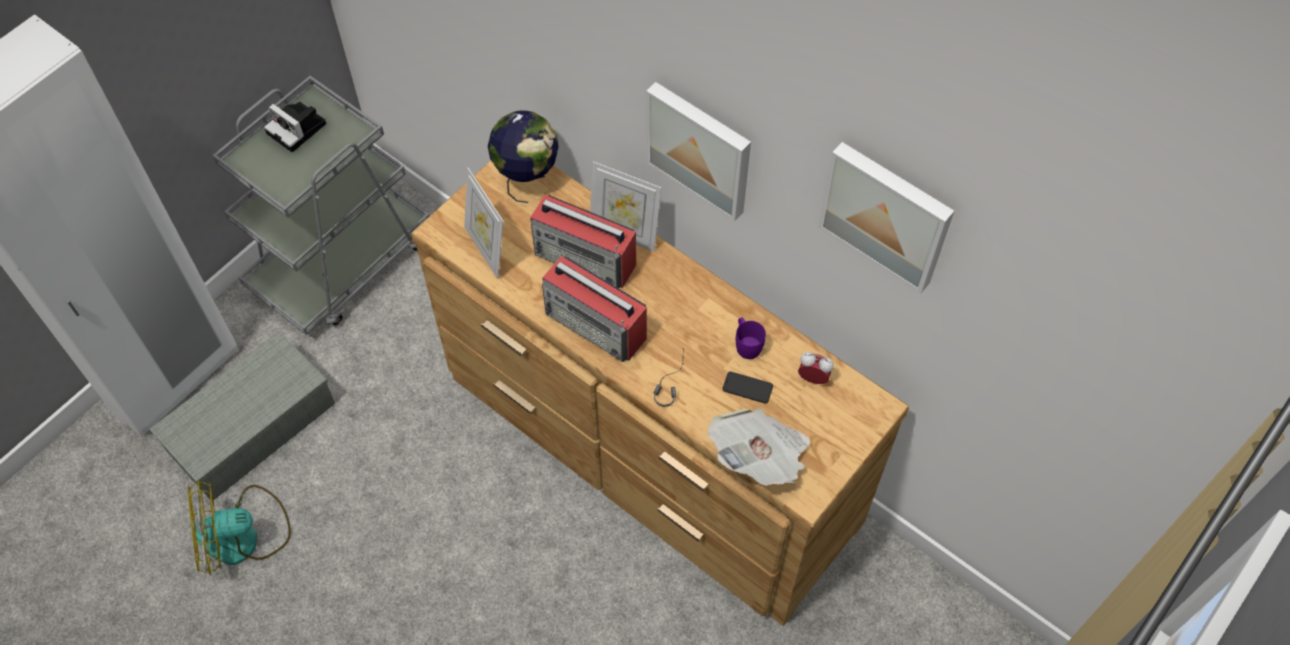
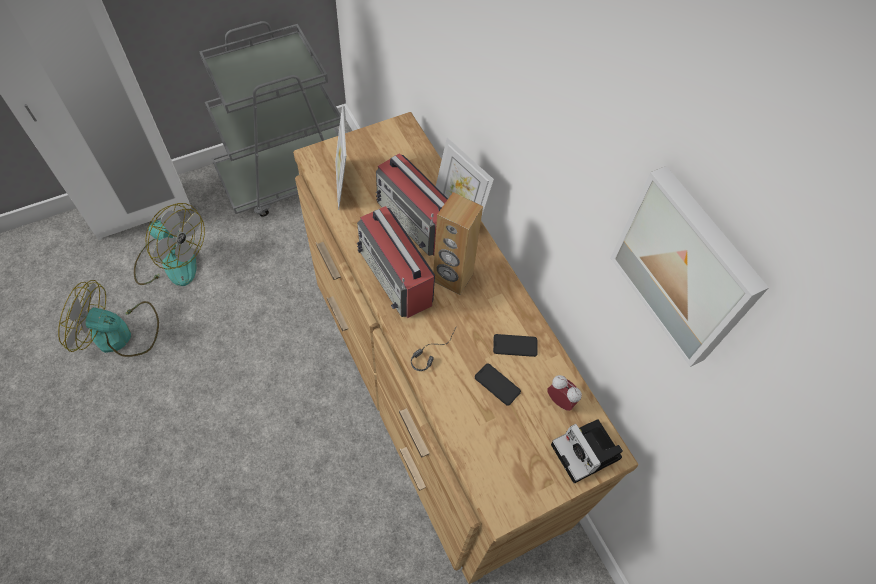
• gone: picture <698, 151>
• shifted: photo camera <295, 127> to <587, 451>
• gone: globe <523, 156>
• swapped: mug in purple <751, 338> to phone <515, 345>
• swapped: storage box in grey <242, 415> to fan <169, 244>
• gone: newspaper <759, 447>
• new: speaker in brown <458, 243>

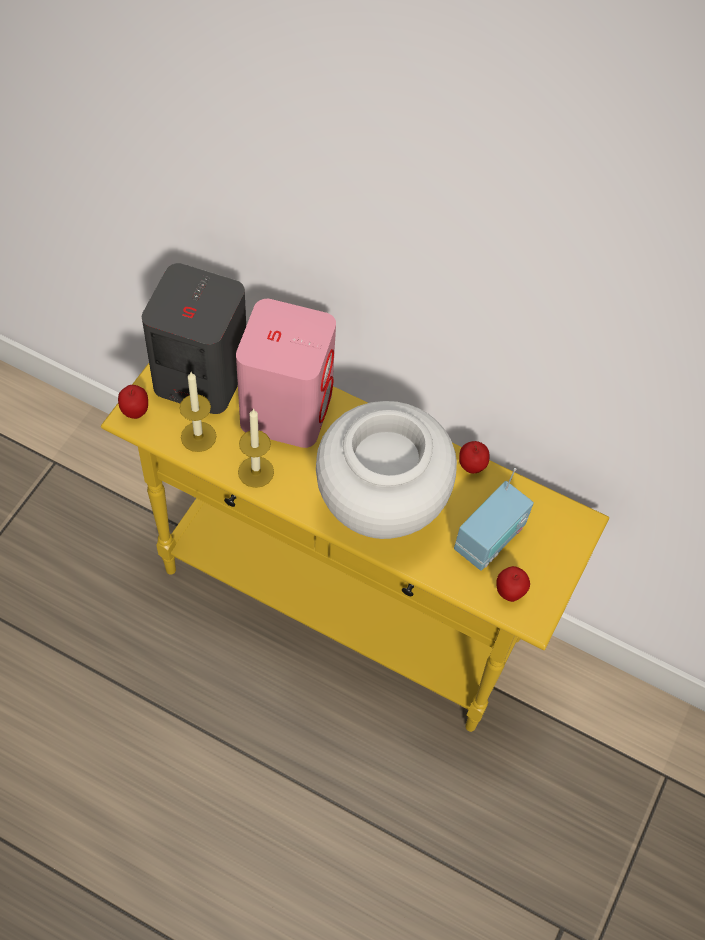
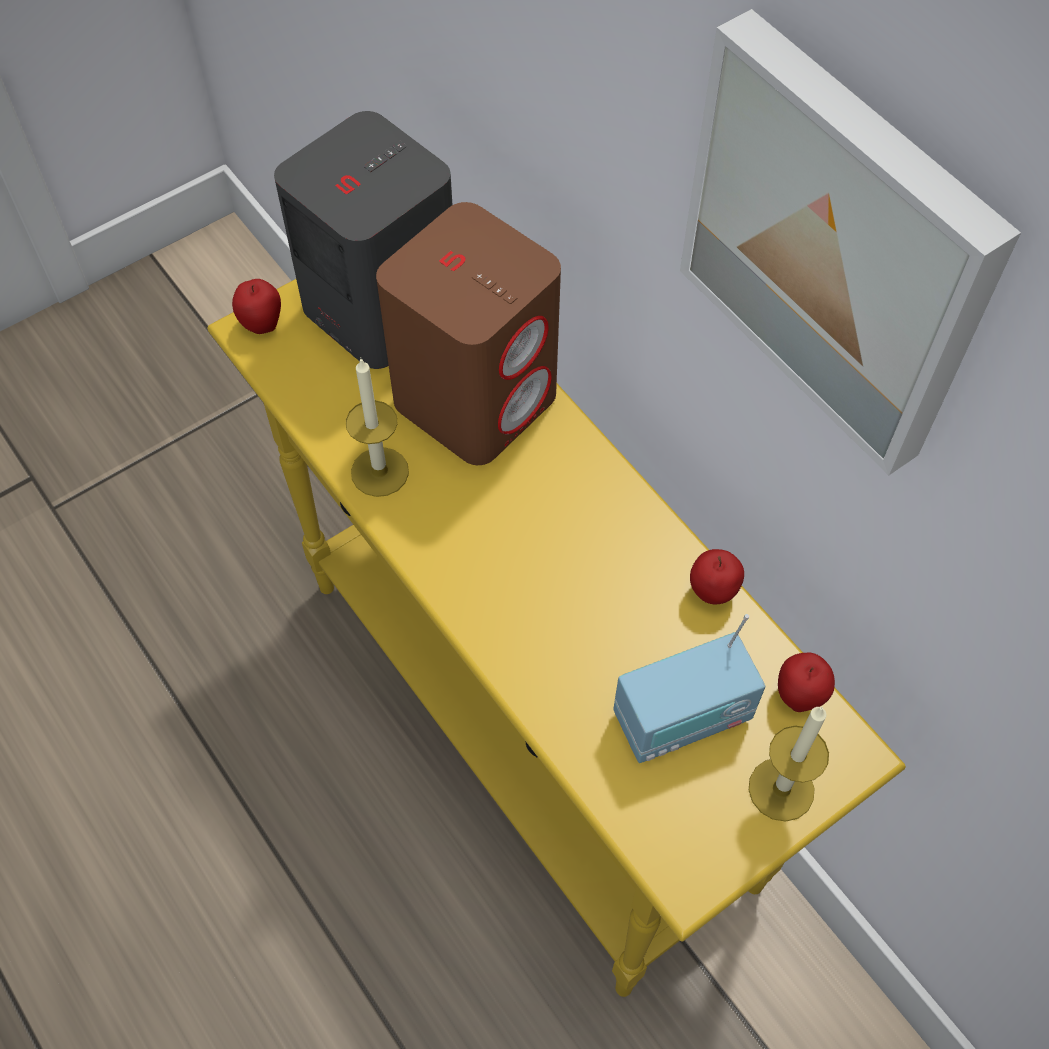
• repainted: speaker in pink <286, 373> to speaker in brown <468, 333>
• shifted: candle <197, 412> to <789, 764>
• gone: vase in white <386, 470>
• shifted: apple <513, 584> to <806, 682>
• new: picture <850, 242>

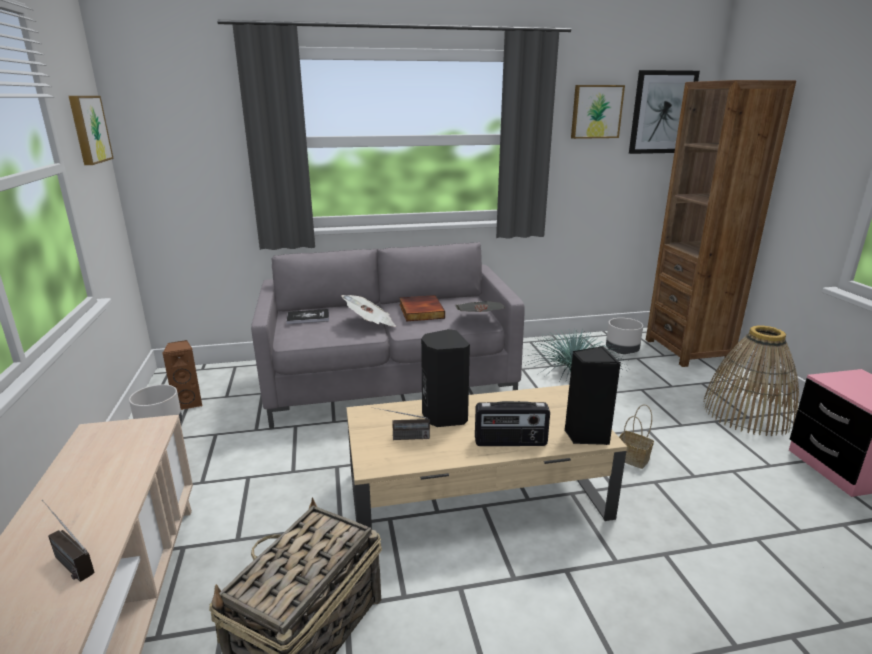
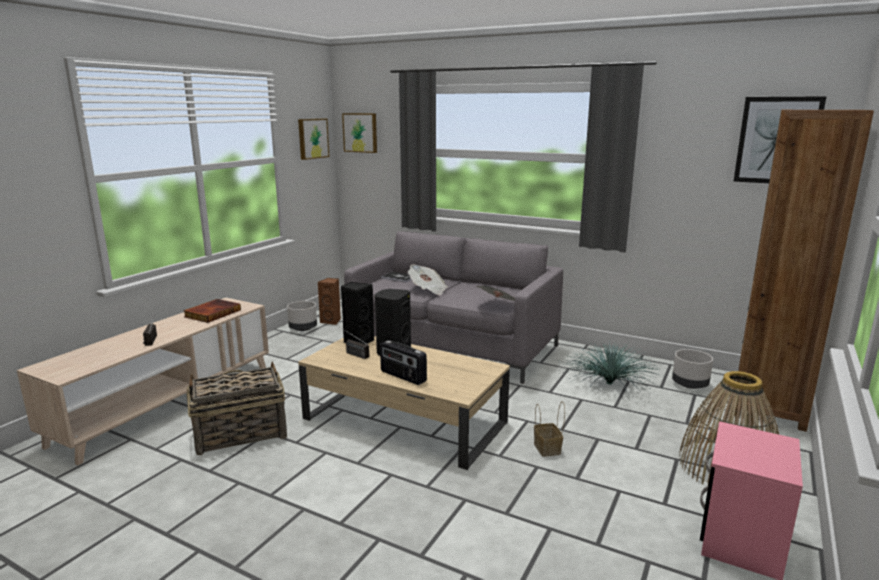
• shifted: picture <598, 112> to <359, 133>
• shifted: book <422, 308> to <212, 311>
• shifted: speaker in black <593, 395> to <357, 313>

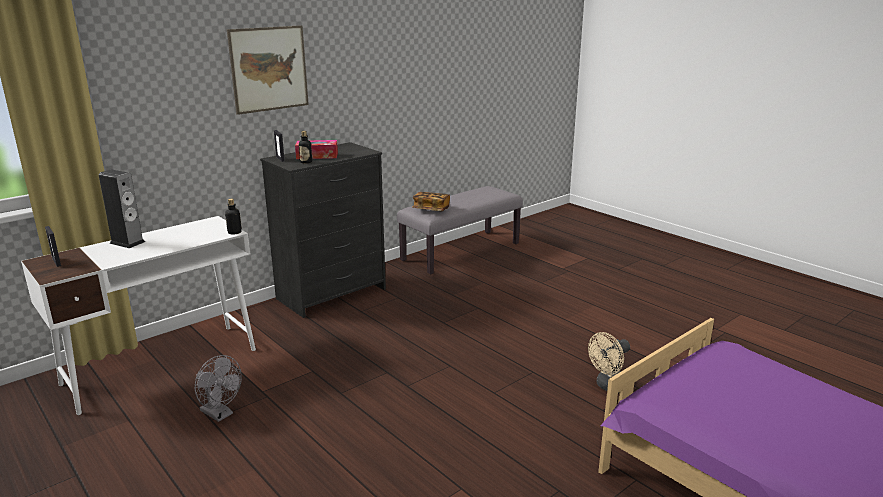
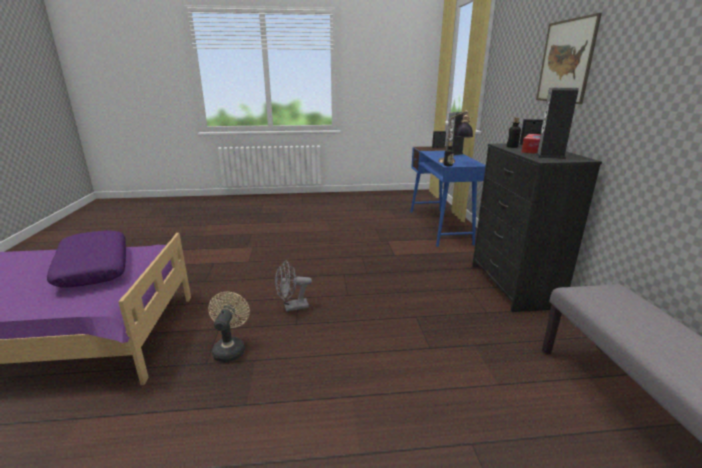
• gone: book <431, 201>
• repainted: desk in white <138, 315> to desk in blue <448, 196>
• shifted: fan in grey <218, 388> to <293, 286>
• new: speaker <557, 123>
• new: table lamp <455, 136>
• new: pillow in purple <86, 259>

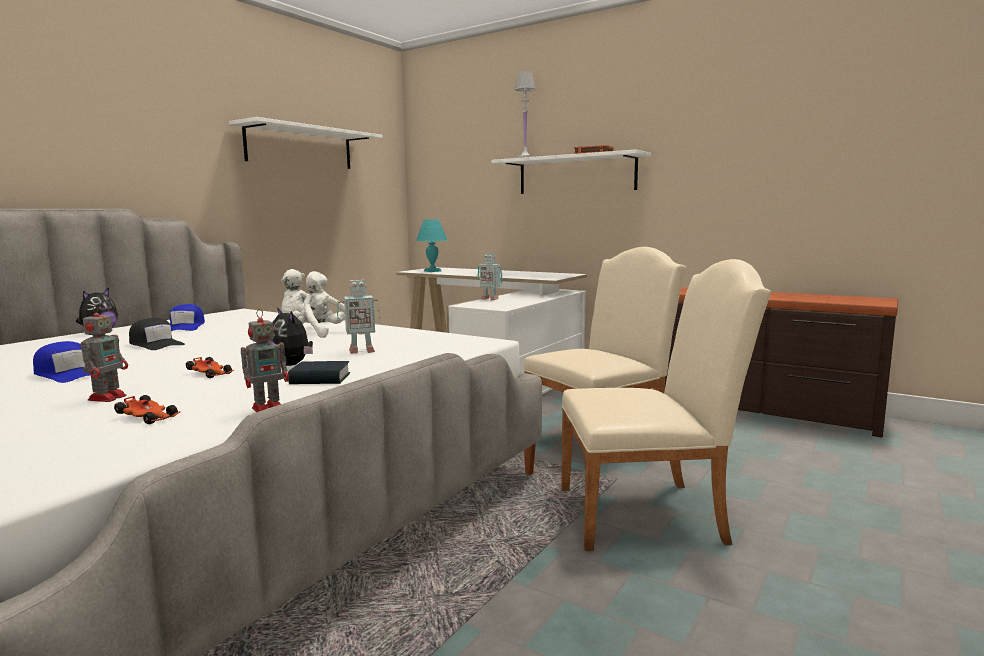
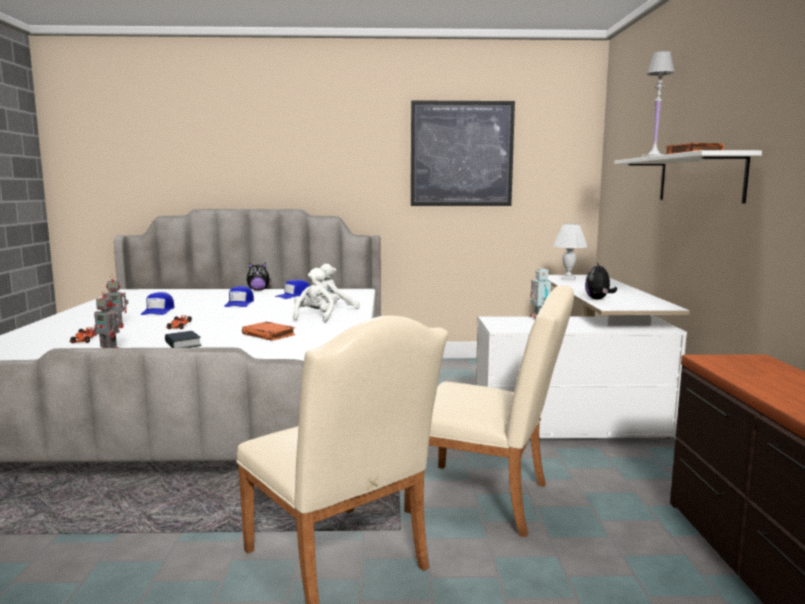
• swapped: shelf in white <306, 143> to picture <463, 153>
• repainted: table lamp in turquoise <431, 245> to table lamp in white <570, 252>
• swapped: toy robot <358, 317> to book in orange <268, 331>
• shifted: plush toy <291, 336> to <601, 280>
• repainted: cap in black <157, 334> to cap in blue <239, 296>

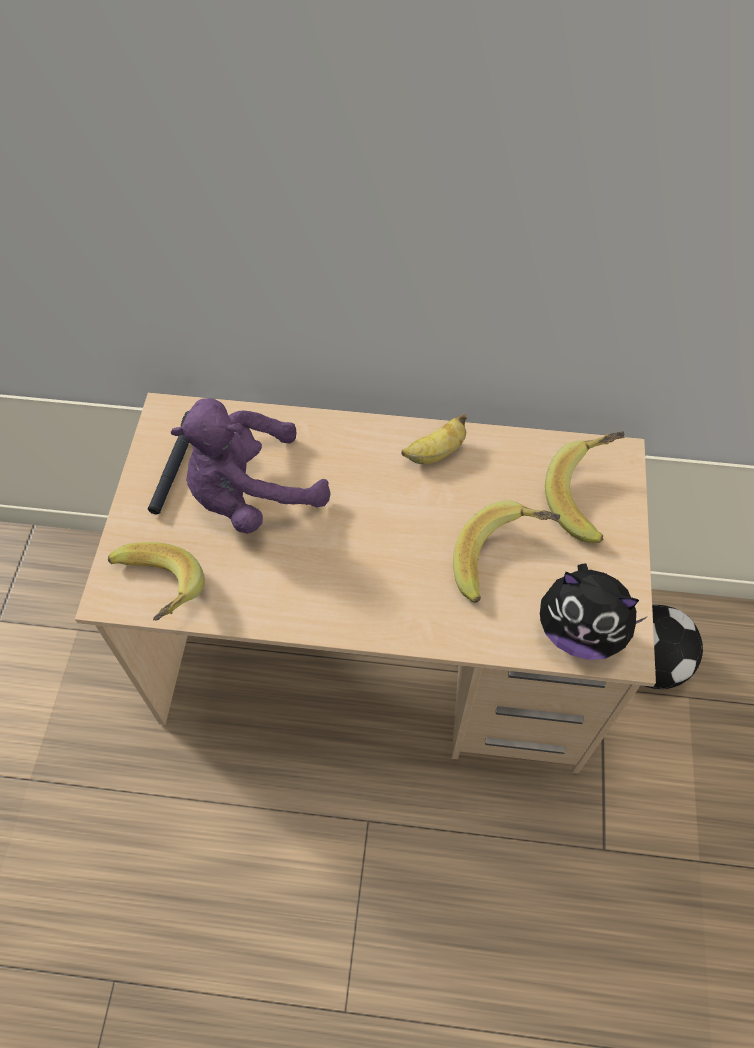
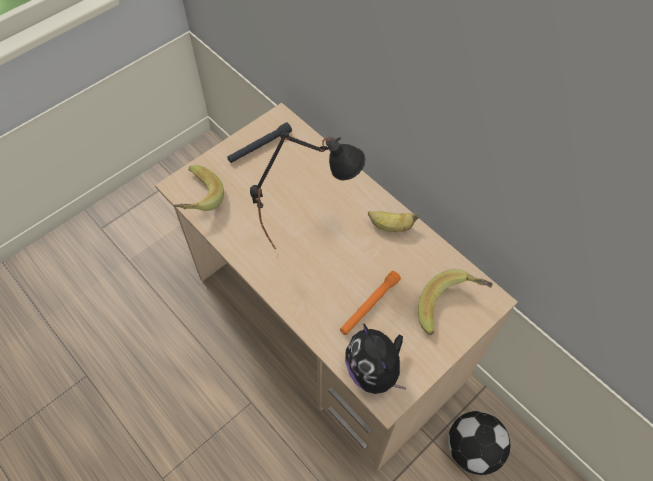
• gone: plush toy in purple <251, 466>
• swapped: banana <506, 551> to flashlight in orange <370, 303>
• new: table lamp in black <308, 190>

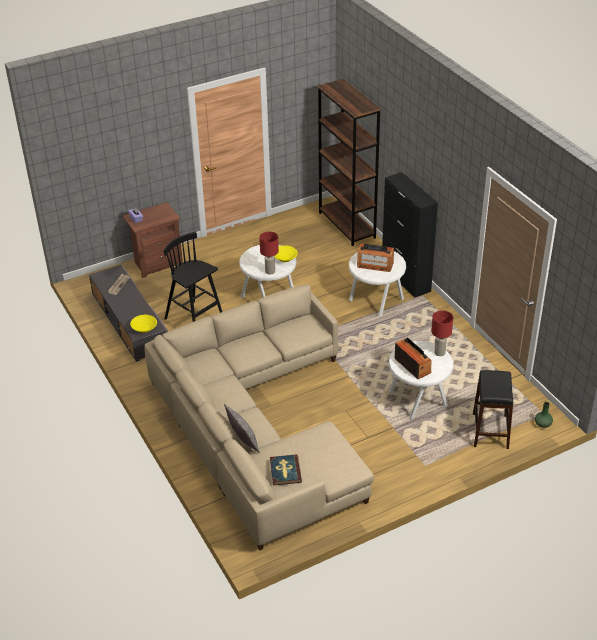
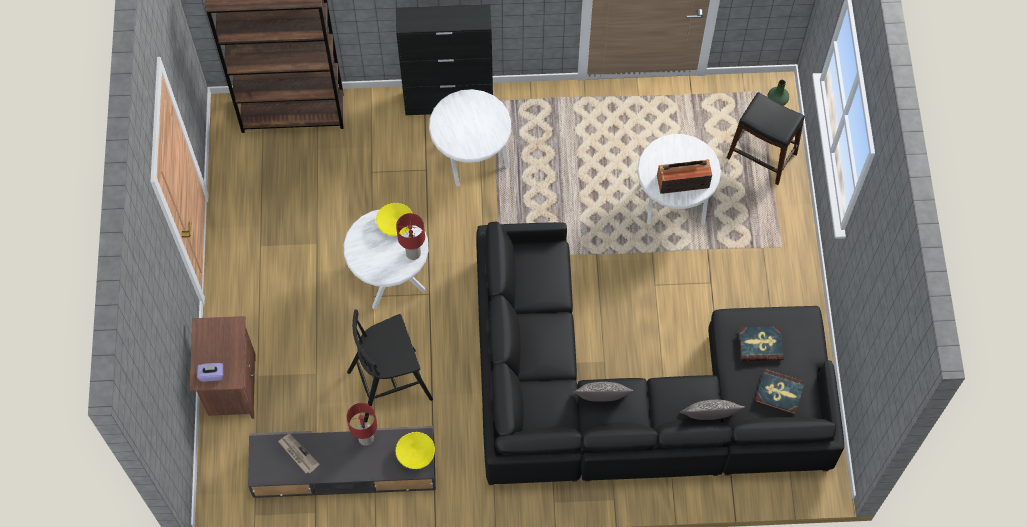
• gone: radio <375, 257>
• repainted: sofa in beige <259, 417> to sofa in black <660, 353>
• shifted: table lamp in red <442, 333> to <361, 424>
• new: book <761, 343>
• new: pillow <603, 392>

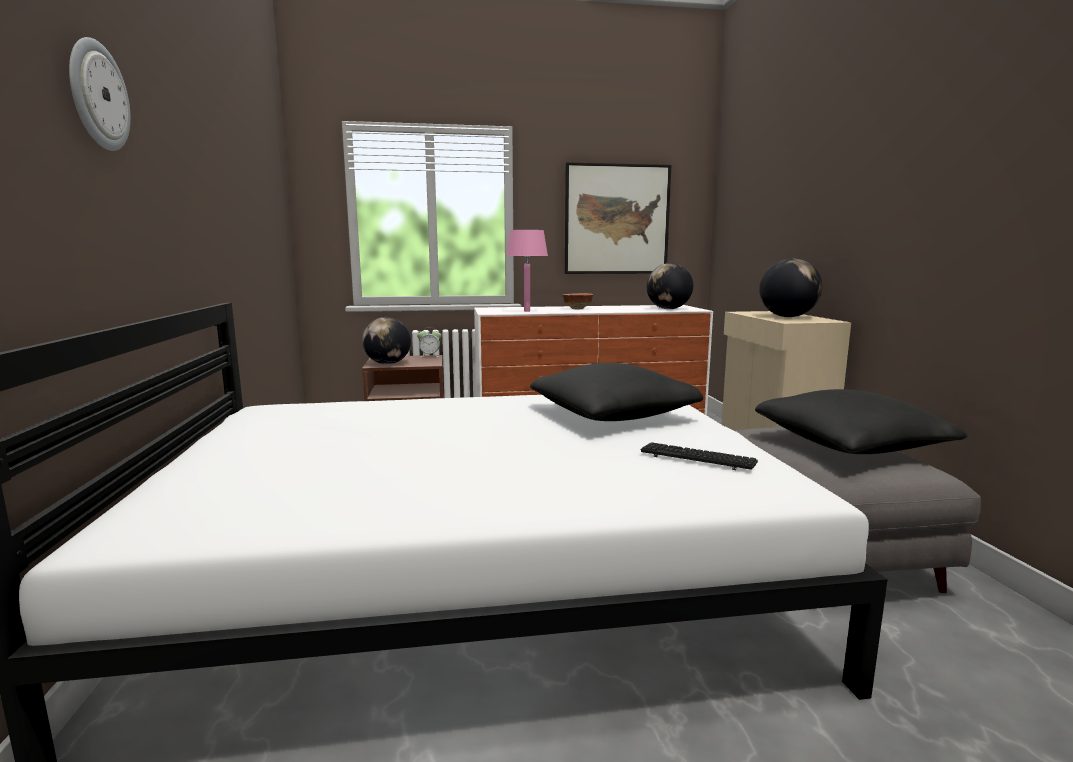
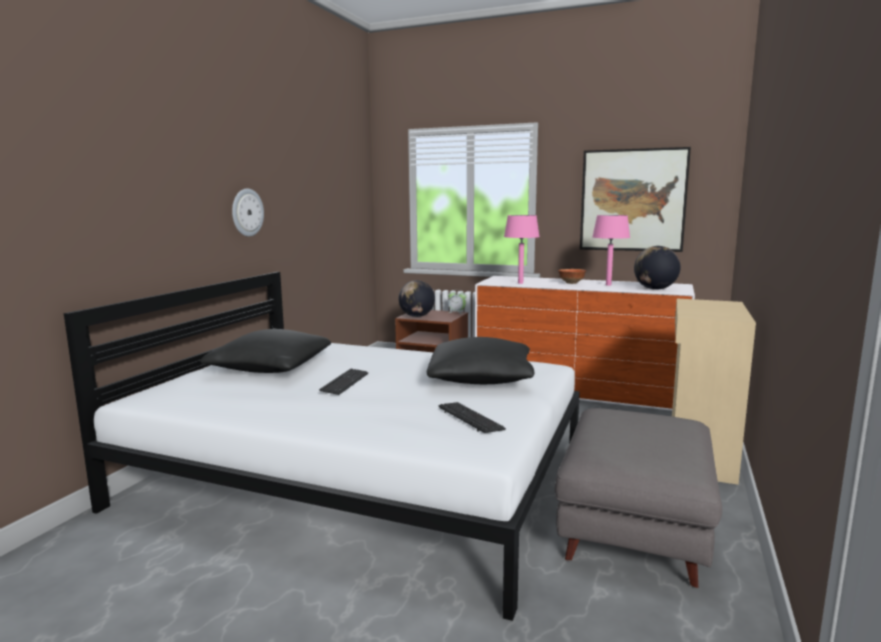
• shifted: wall clock <99, 94> to <248, 212>
• gone: globe <791, 288>
• shifted: pillow in black <861, 421> to <265, 351>
• new: table lamp in pink <611, 250>
• new: keyboard <343, 382>

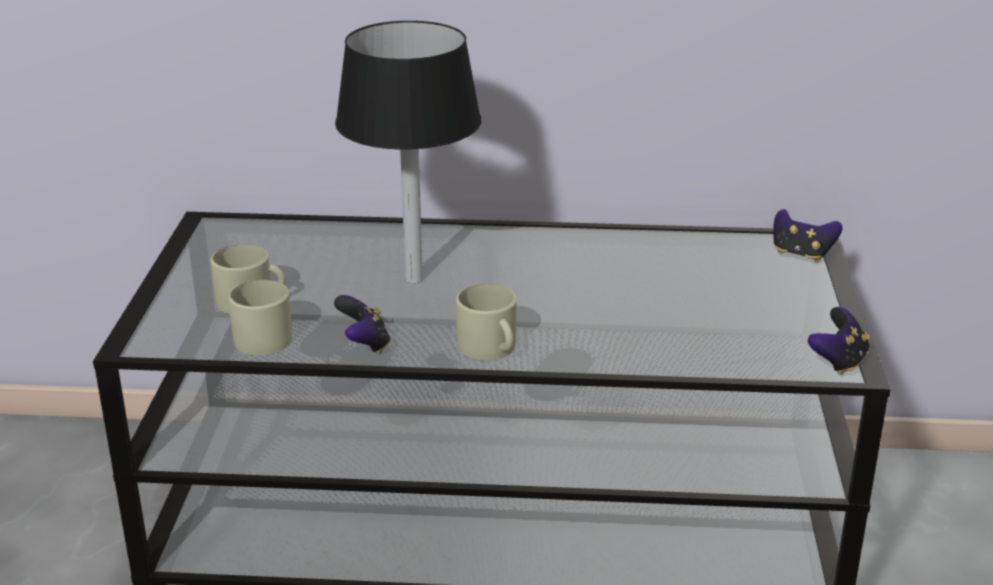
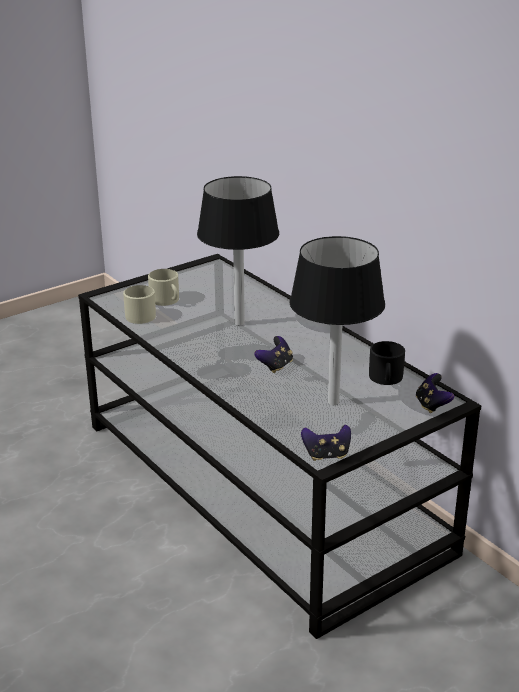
• gone: mug in beige <486, 322>
• shifted: game controller <362, 324> to <273, 354>
• new: table lamp in black <337, 320>
• new: mug in black <387, 363>

